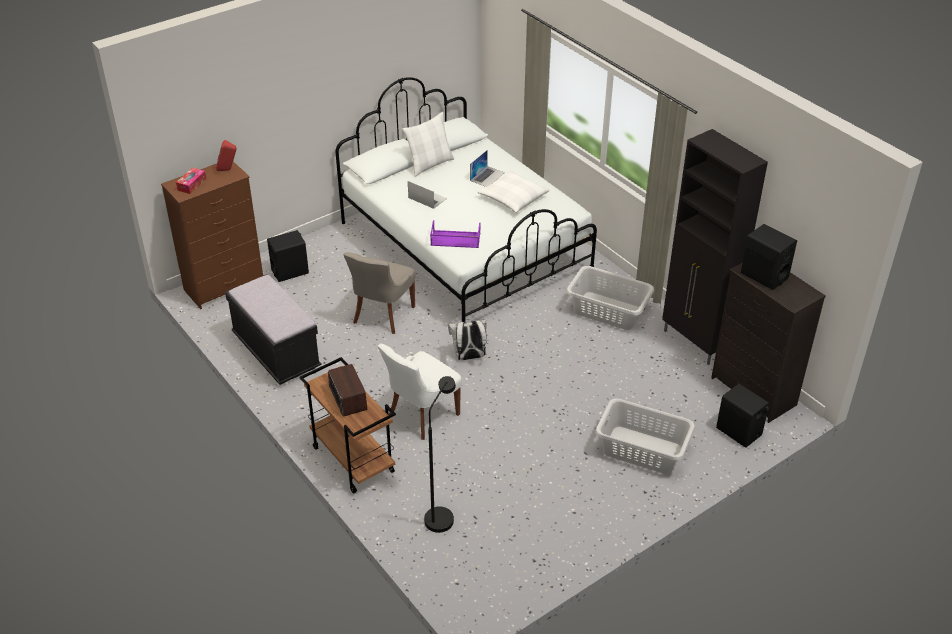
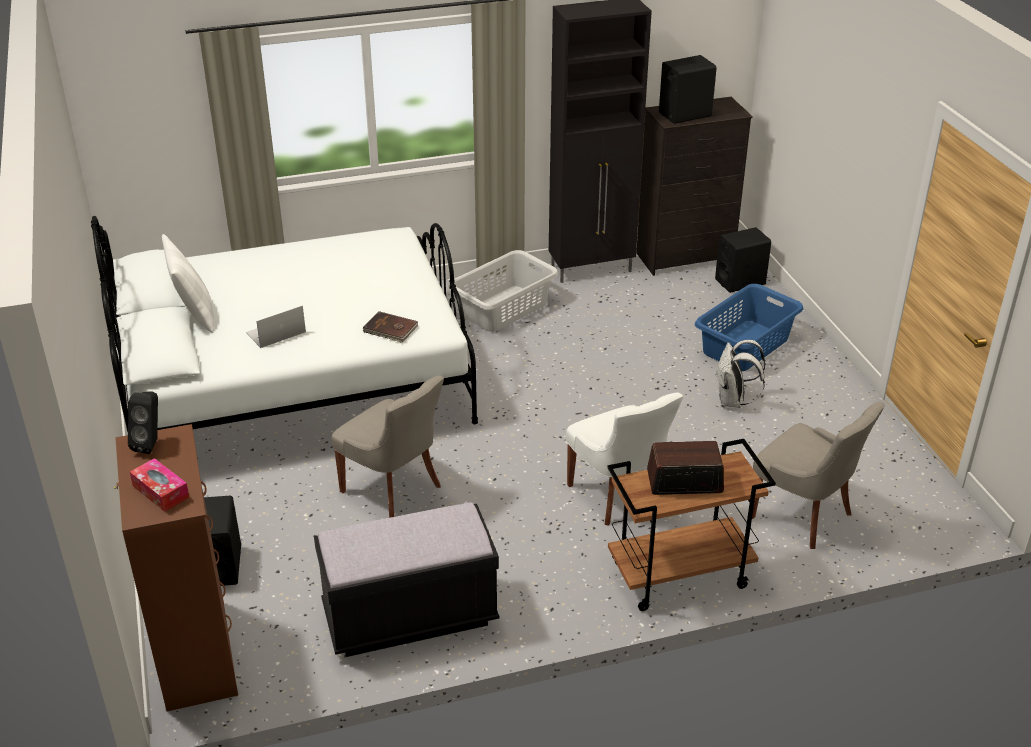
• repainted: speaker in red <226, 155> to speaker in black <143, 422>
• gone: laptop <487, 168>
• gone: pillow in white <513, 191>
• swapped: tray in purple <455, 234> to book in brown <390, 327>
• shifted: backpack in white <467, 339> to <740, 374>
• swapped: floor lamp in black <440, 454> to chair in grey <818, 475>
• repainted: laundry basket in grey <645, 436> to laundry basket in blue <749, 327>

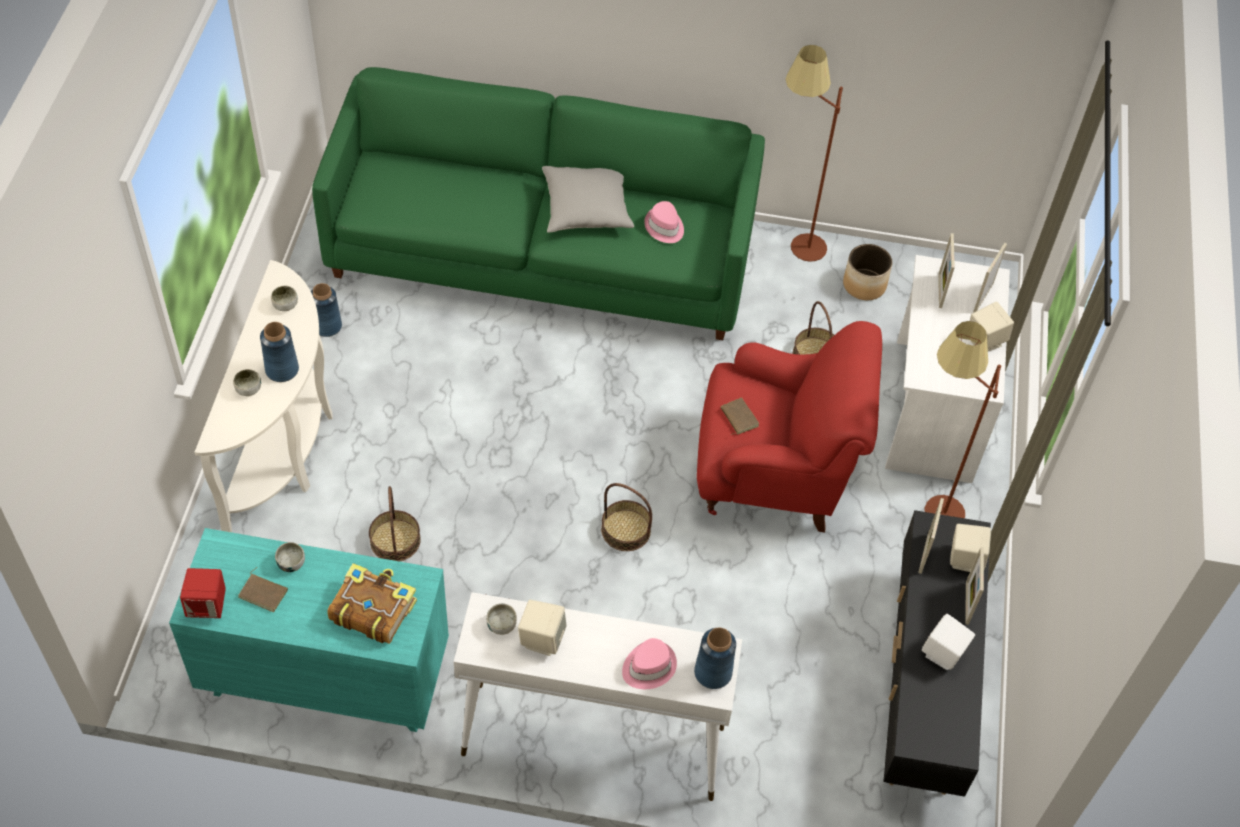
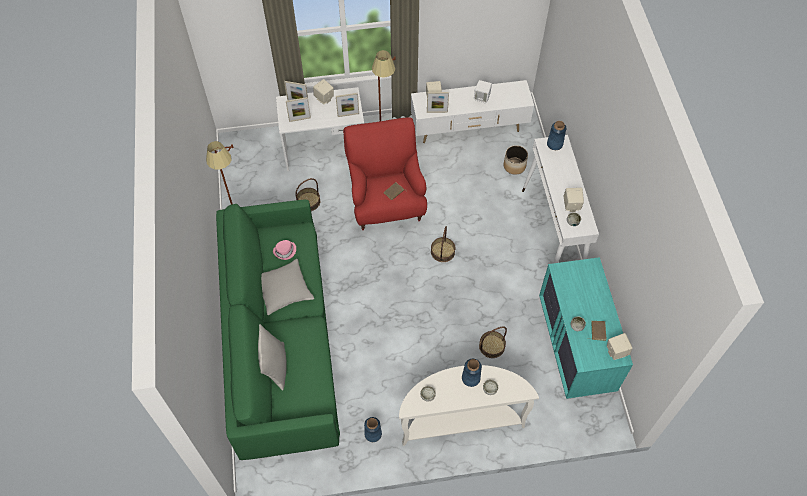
• shifted: planter <867, 272> to <516, 160>
• repainted: tv stand in black <937, 653> to tv stand in white <472, 111>
• shifted: picture frame <974, 586> to <347, 105>
• gone: book <372, 603>
• repainted: speaker in red <203, 593> to speaker in beige <619, 346>
• gone: hat in pink <649, 663>
• new: pillow in grey <272, 357>

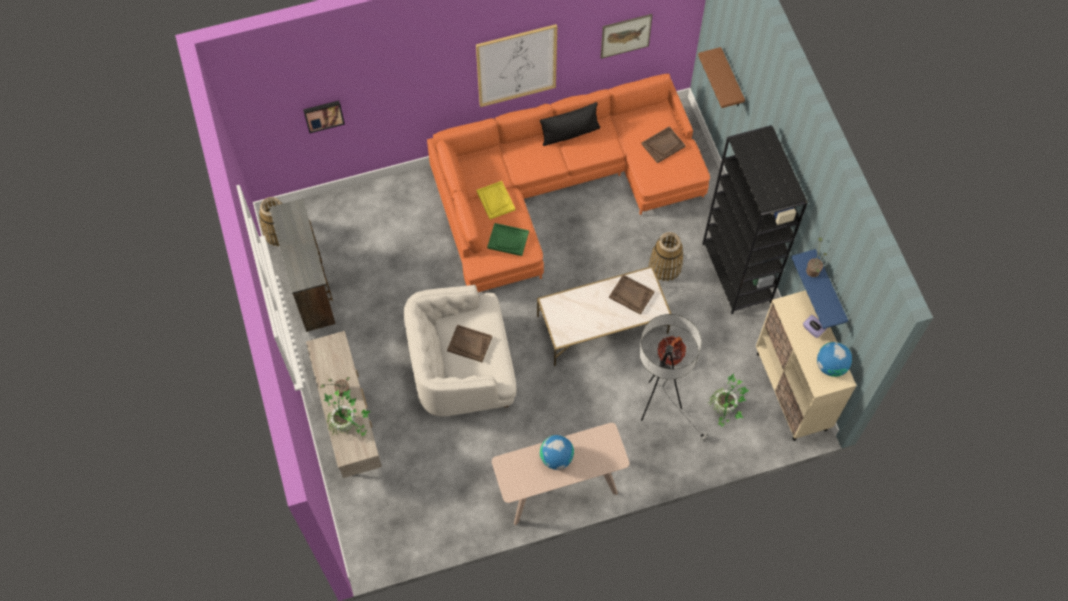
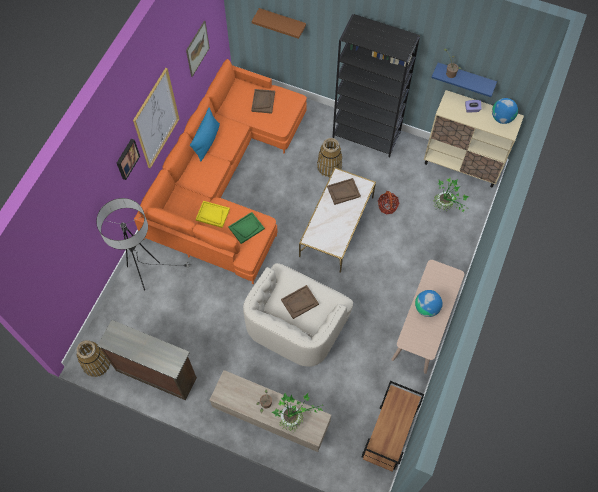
• shifted: picture <324, 117> to <128, 159>
• repainted: pillow in black <570, 124> to pillow in blue <205, 135>
• shifted: floor lamp <674, 378> to <142, 244>
• new: cart in brown <392, 426>

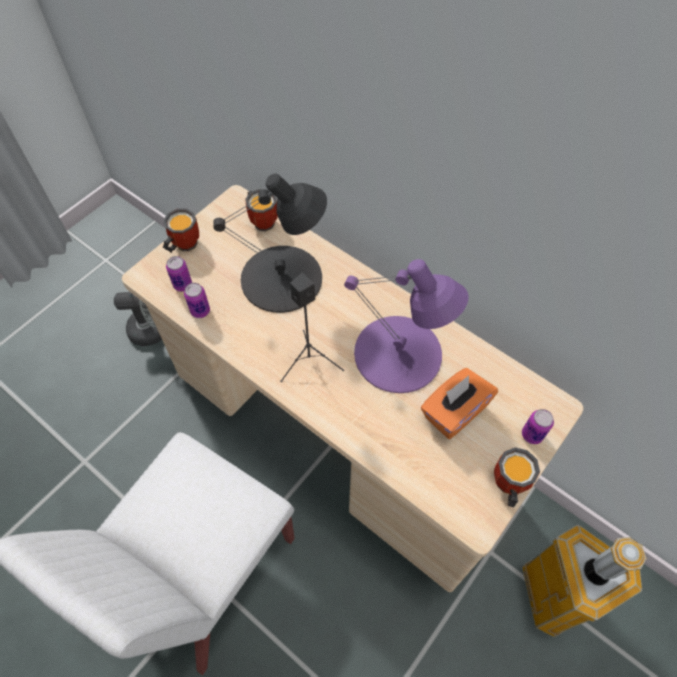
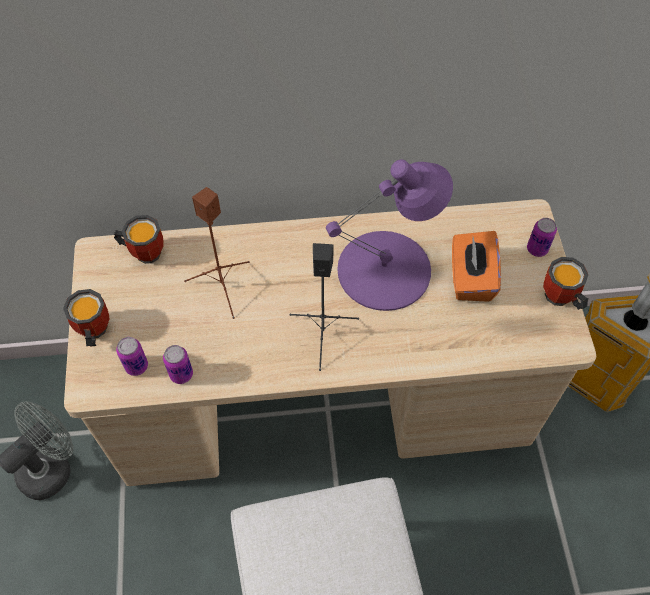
• swapped: table lamp in black <270, 243> to speaker in brown <217, 253>

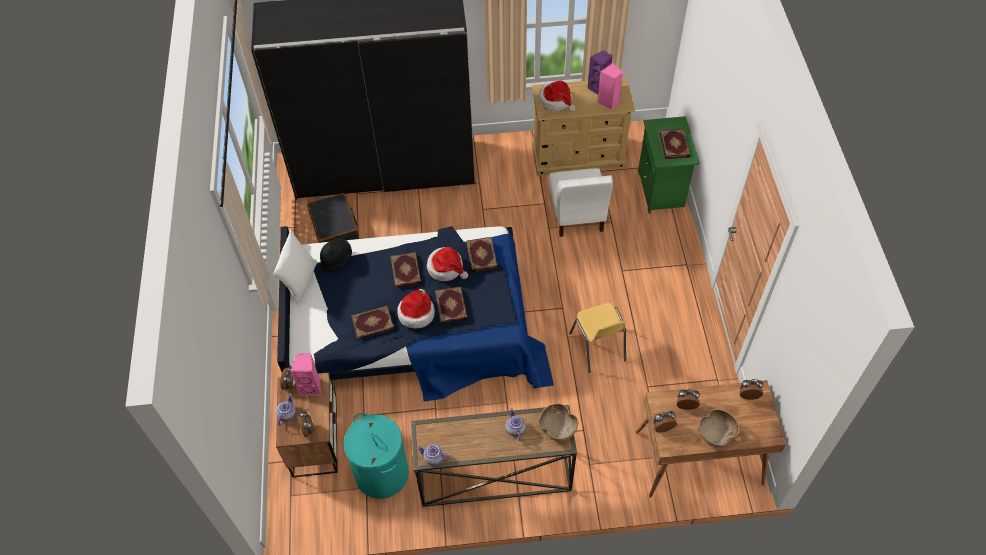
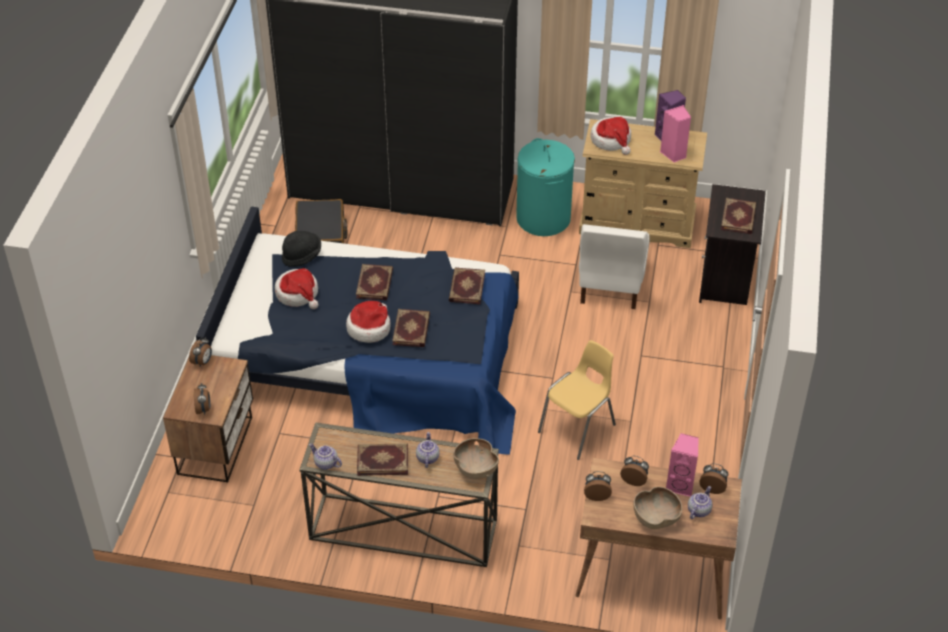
• repainted: nightstand in green <669, 165> to nightstand in black <732, 244>
• gone: pillow in white <295, 267>
• shifted: hat <447, 264> to <297, 288>
• rotated: chair in yellow <597, 338> = <577, 400> 135 degrees counterclockwise
• shifted: book <373, 323> to <382, 460>
• shifted: speaker in pink <305, 374> to <682, 465>
• shifted: teapot <286, 409> to <700, 502>
• shifted: laundry basket in turquoise <376, 456> to <545, 187>

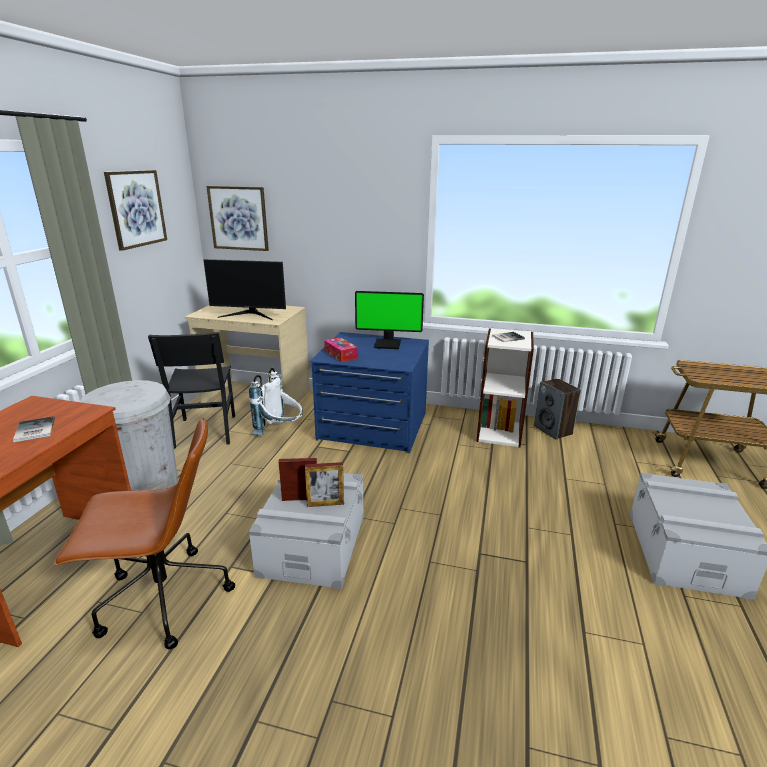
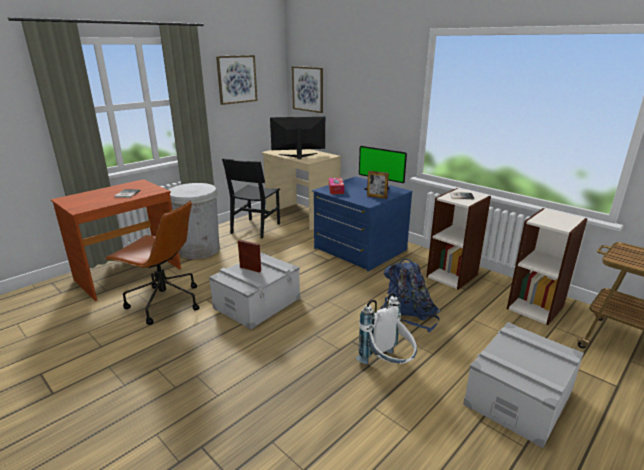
• rotated: monitor <245, 289> = <297, 137> 135 degrees clockwise
• shifted: backpack in white <276, 401> to <386, 328>
• gone: speaker <557, 409>
• shifted: picture frame <324, 484> to <378, 185>
• new: bookcase <547, 266>
• new: backpack in blue <410, 295>

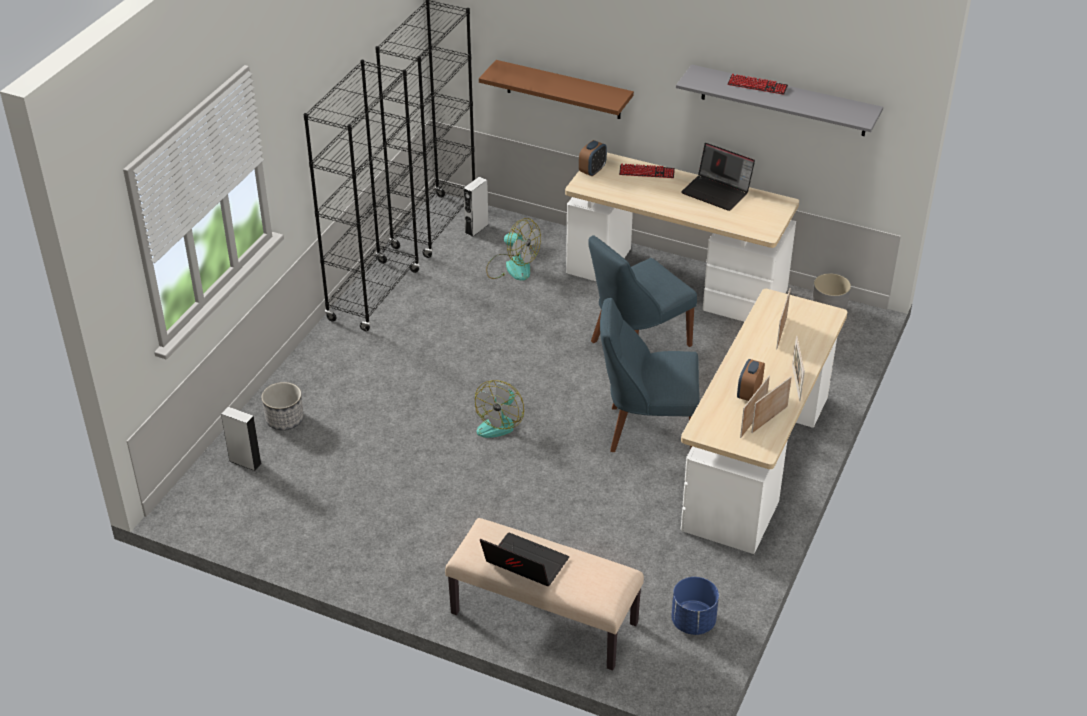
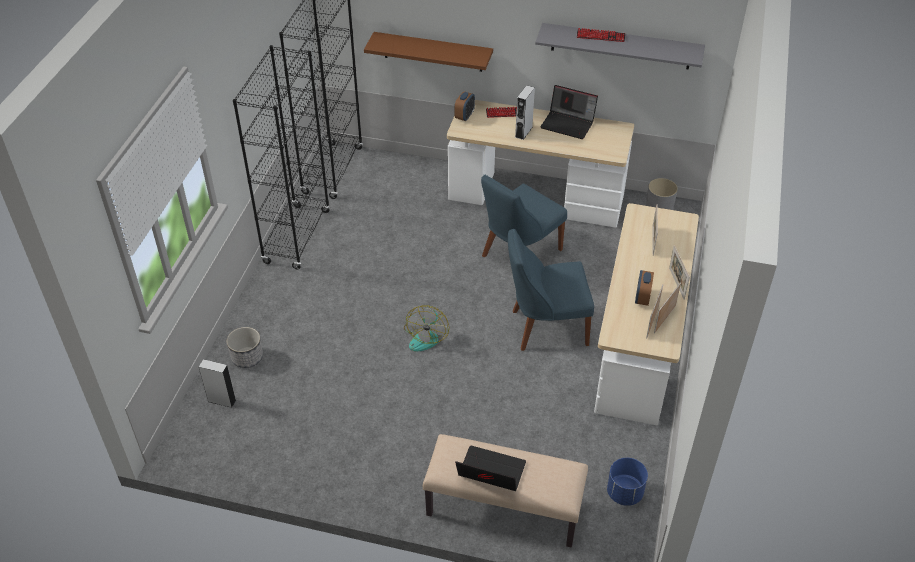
• shifted: speaker in grey <476, 207> to <525, 112>
• gone: fan <513, 249>

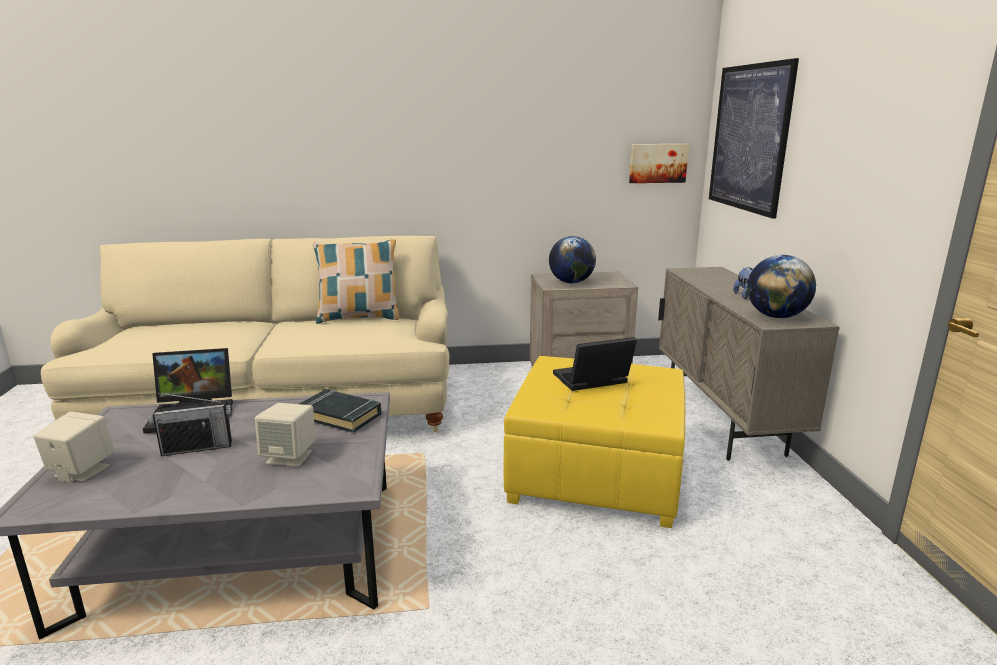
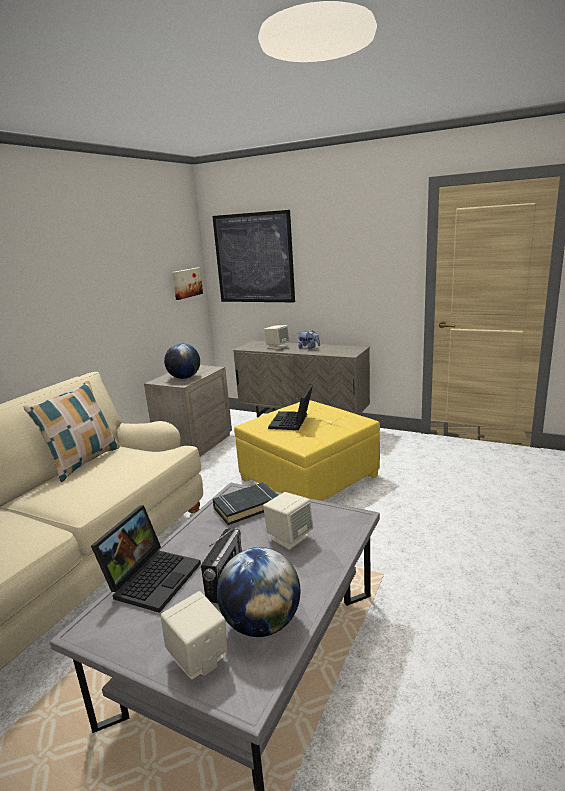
• shifted: globe <781, 286> to <258, 592>
• new: speaker in beige <276, 337>

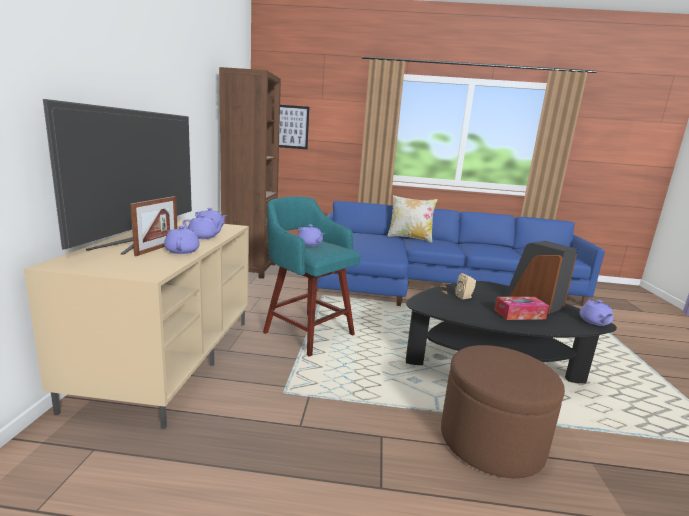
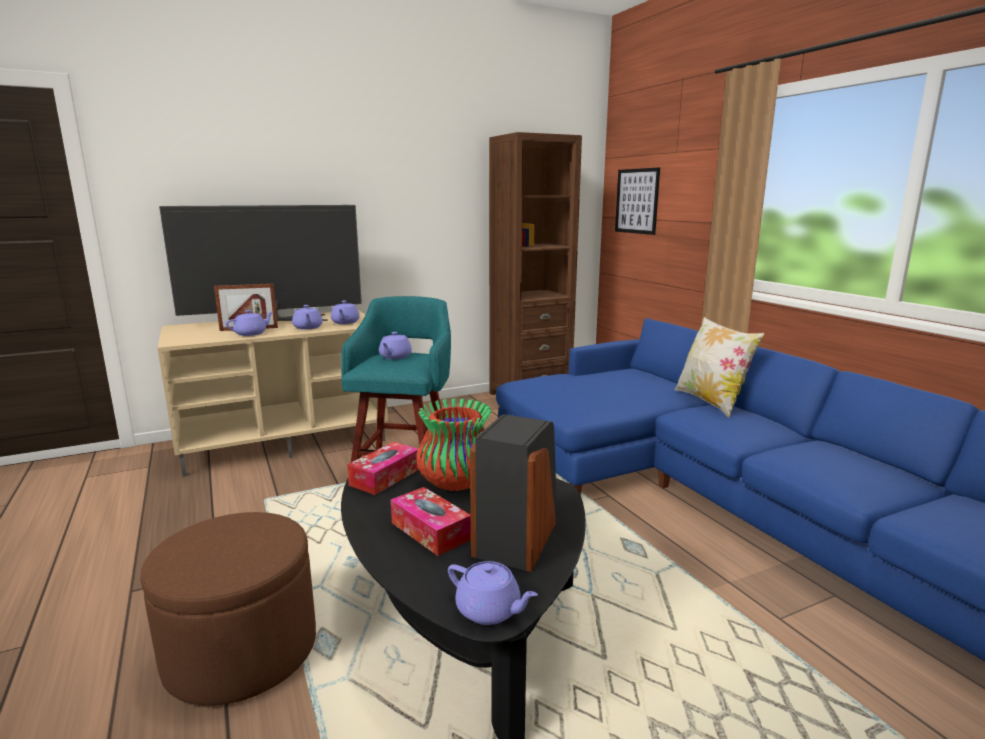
• swapped: speaker in beige <465, 286> to vase <454, 444>
• rotated: teapot in purple <596, 313> = <493, 593> 120 degrees counterclockwise
• new: tissue box <383, 468>

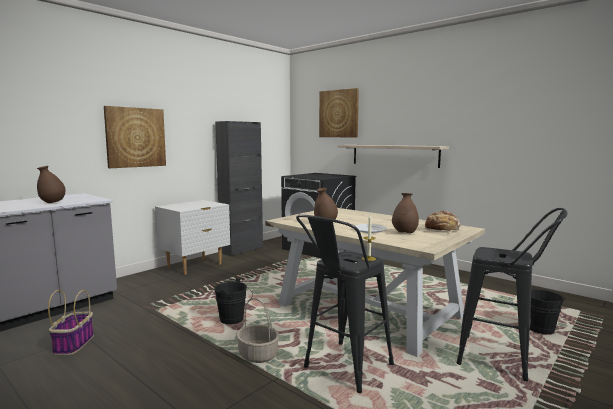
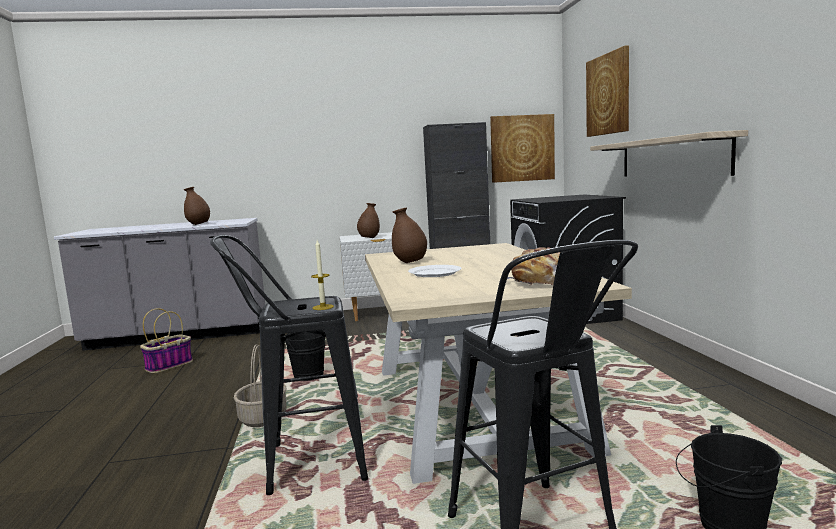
• shifted: picture <135, 137> to <522, 148>
• shifted: vase in brown <405, 213> to <368, 220>

